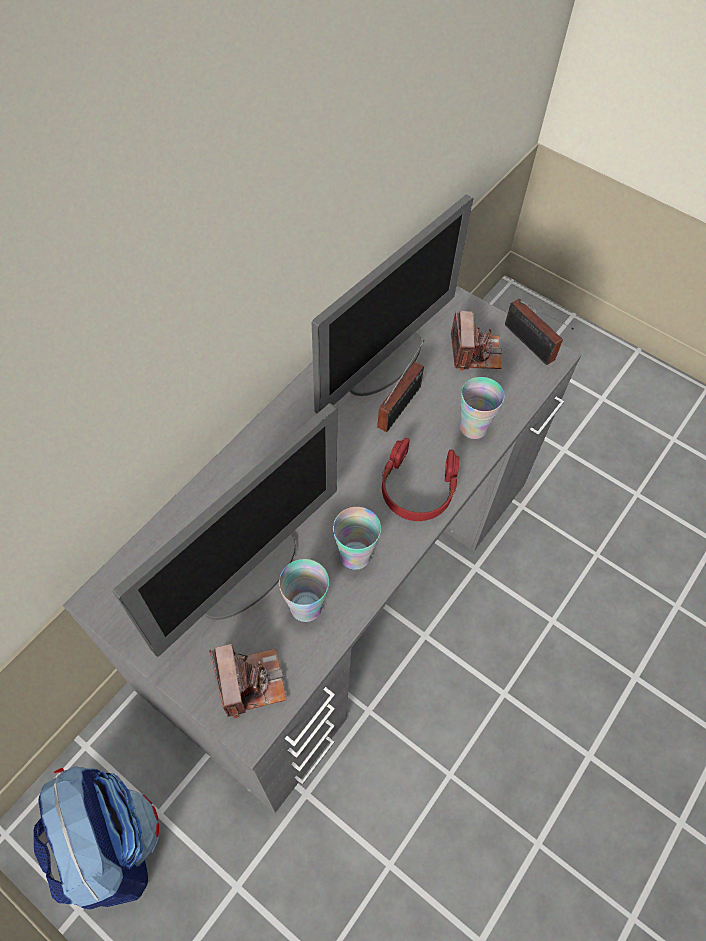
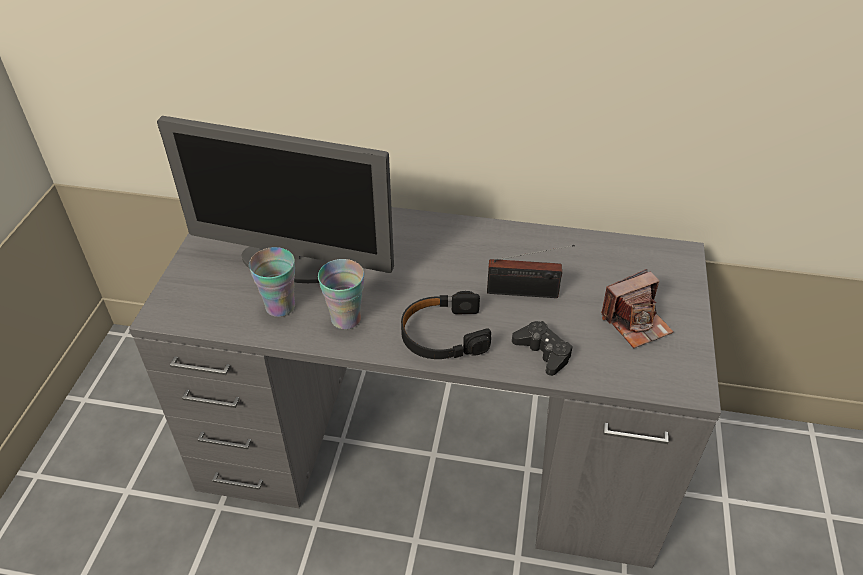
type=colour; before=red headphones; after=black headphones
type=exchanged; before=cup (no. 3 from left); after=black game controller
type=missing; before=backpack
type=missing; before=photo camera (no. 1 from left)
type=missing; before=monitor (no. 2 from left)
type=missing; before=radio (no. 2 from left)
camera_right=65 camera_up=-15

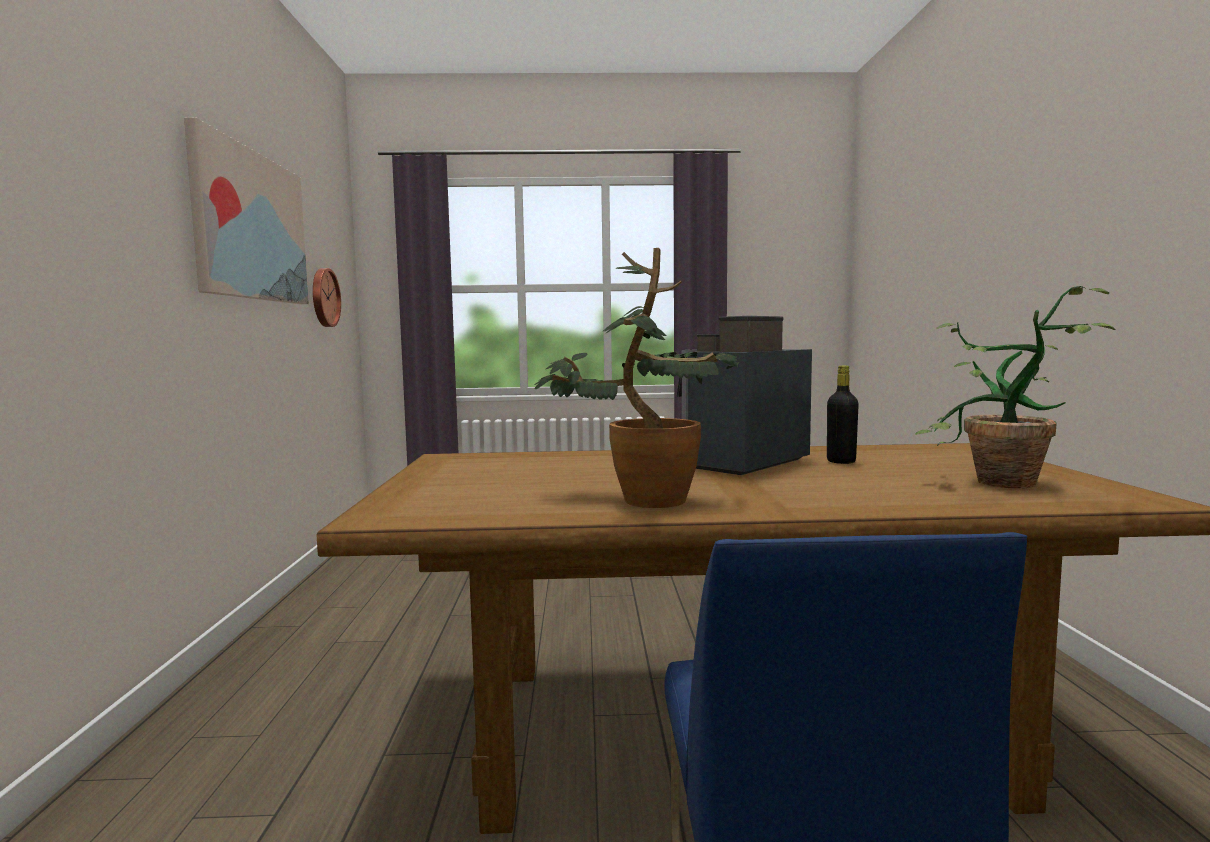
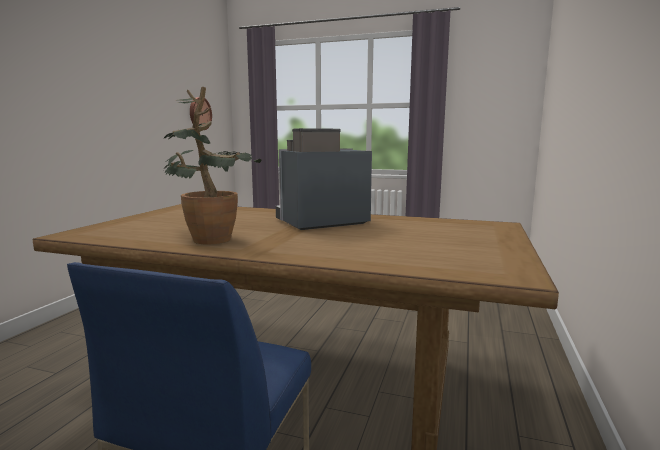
type=missing; before=picture
type=missing; before=black bottle
type=missing; before=potted plant (no. 2 from left)
camera_right=20 camera_up=5

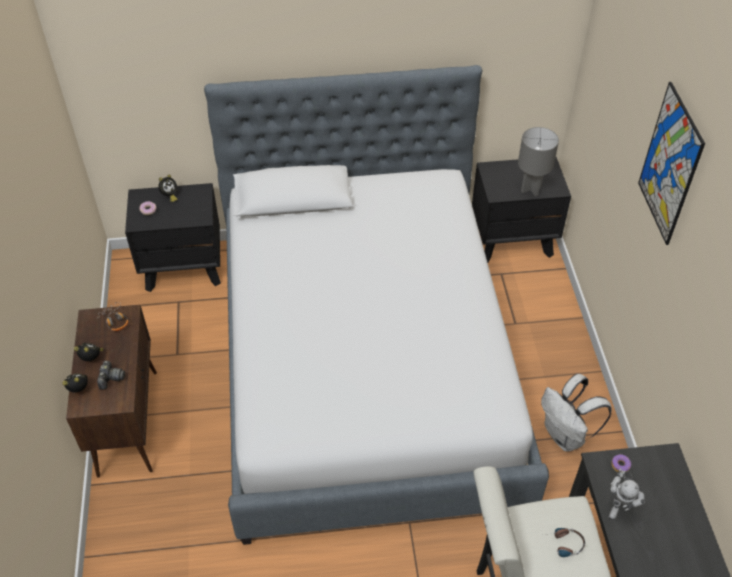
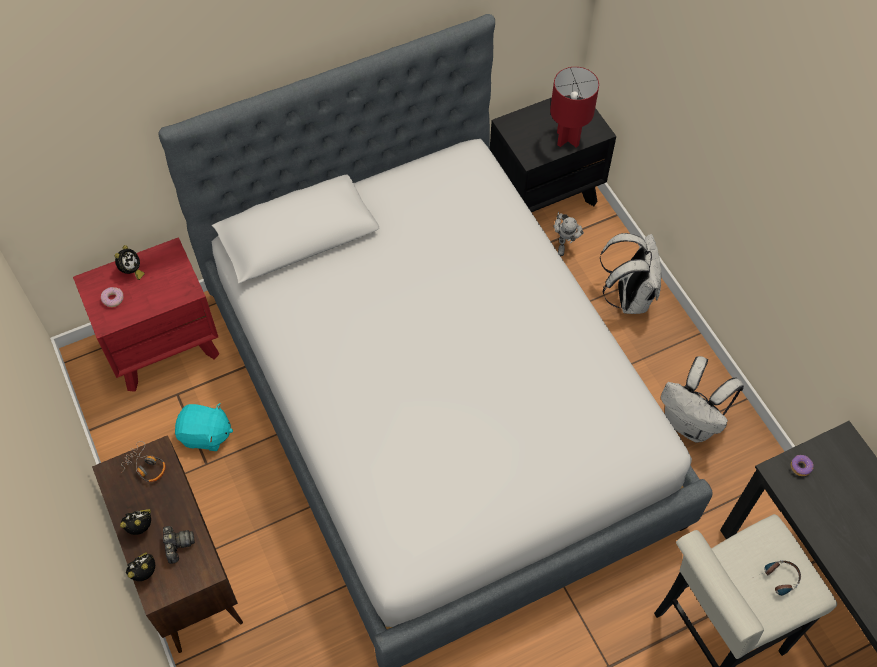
type=colour; before=black nightstand (no. 1 from left); after=red nightstand
type=appeared; after=turquoise plush toy
type=colour; before=grey table lamp; after=red table lamp
type=relocated; before=toy robot
type=appeared; after=white backpack (no. 1 from left)
type=missing; before=picture
camera_right=-20 camera_up=10

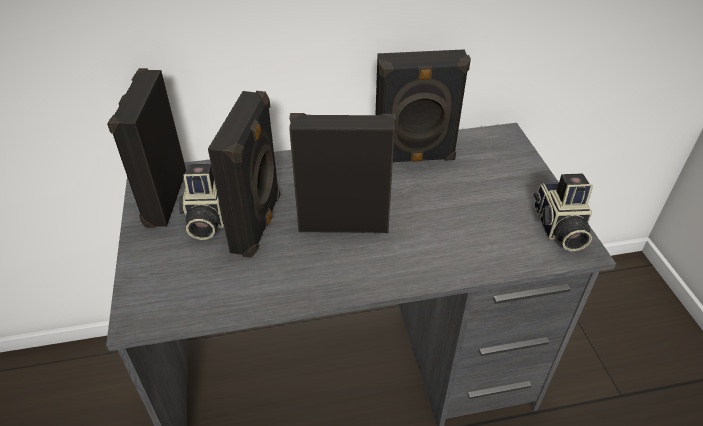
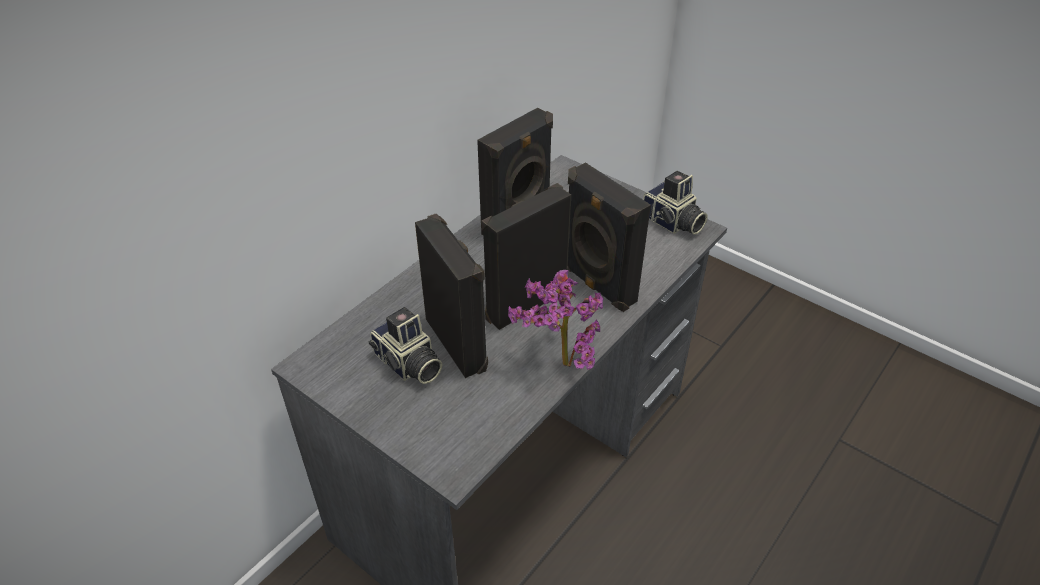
type=appeared; after=potted plant
type=relocated; before=black speaker (no. 1 from left in the first image); after=black speaker (no. 4 from left)
camera_right=-40 camera_up=0

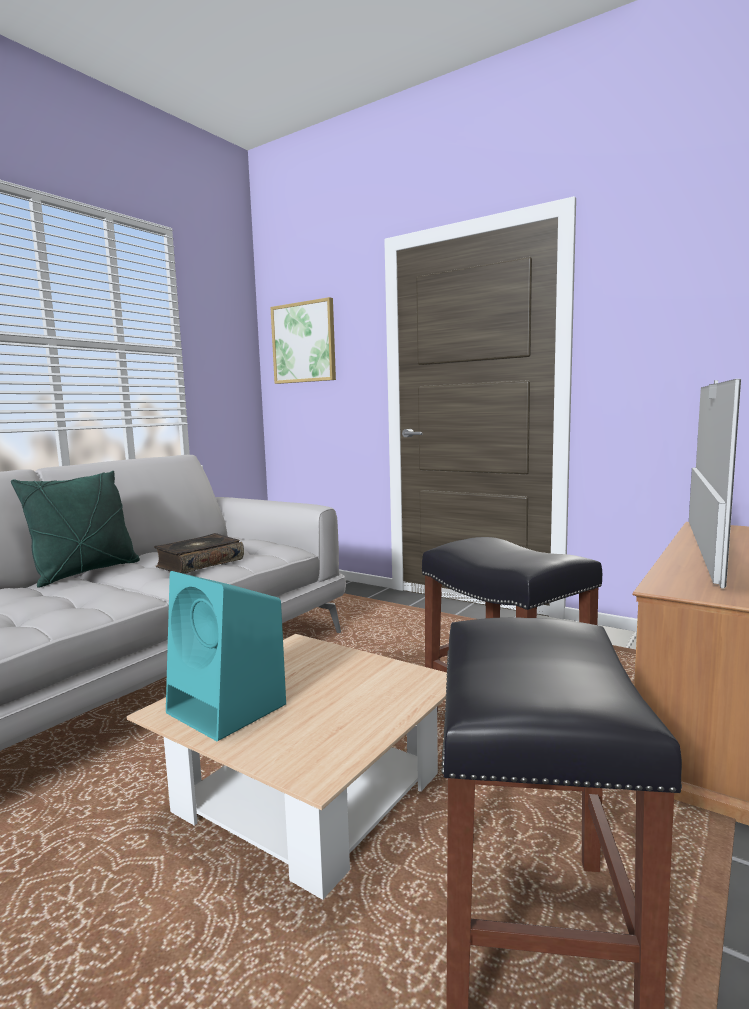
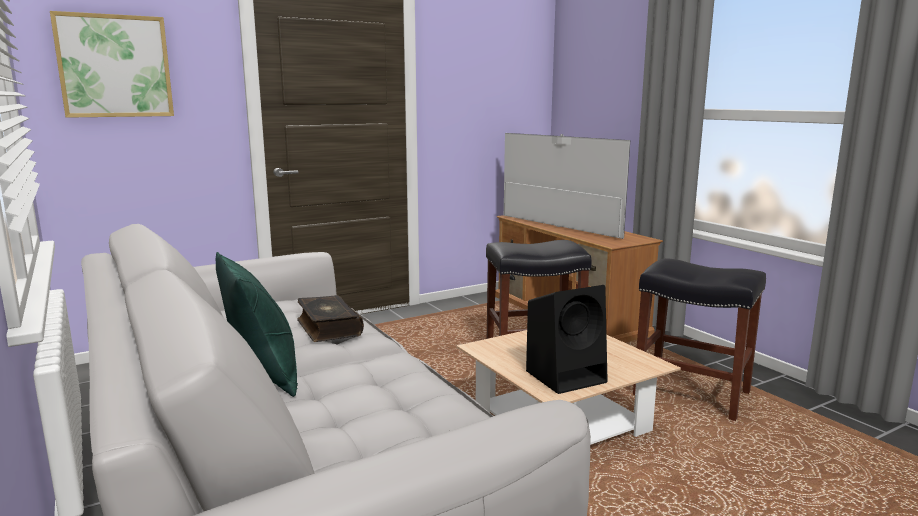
type=colour; before=turquoise speaker; after=black speaker
camera_right=-65 camera_up=5

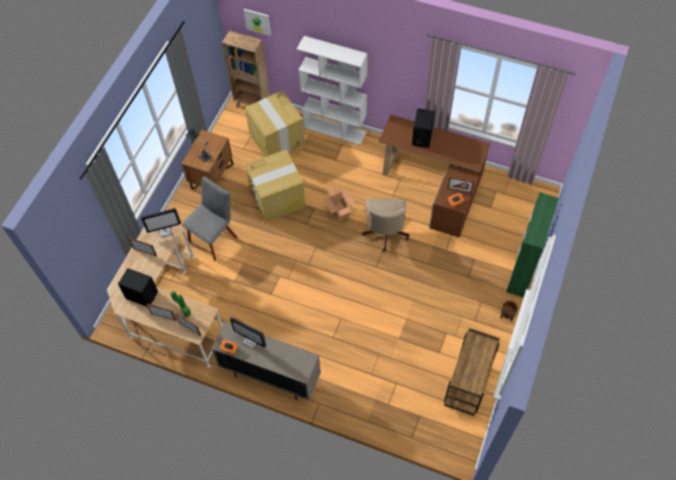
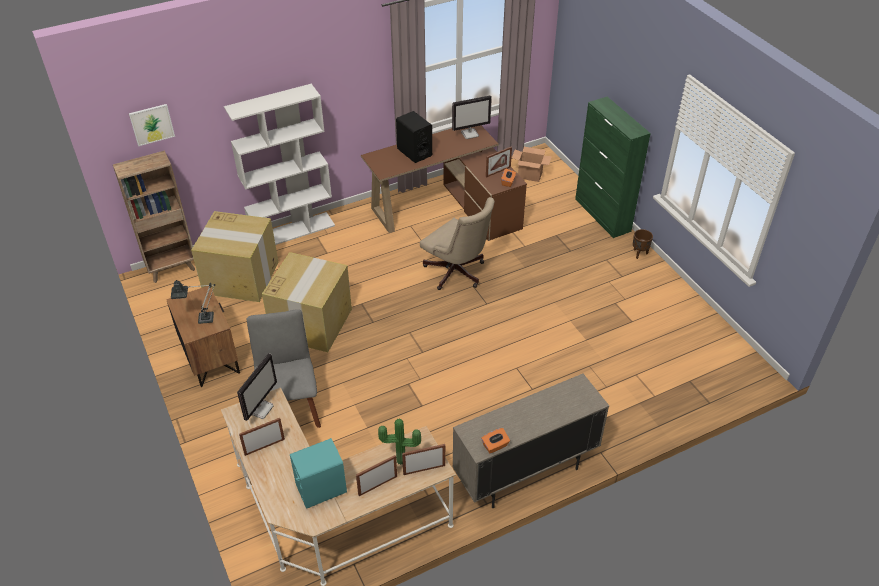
type=colour; before=black speaker (no. 1 from left); after=turquoise speaker
type=relocated; before=monitor (no. 2 from left)
type=relocated; before=cardboard box (no. 3 from left)
type=missing; before=brown cart
camera_right=-50 camera_up=-15

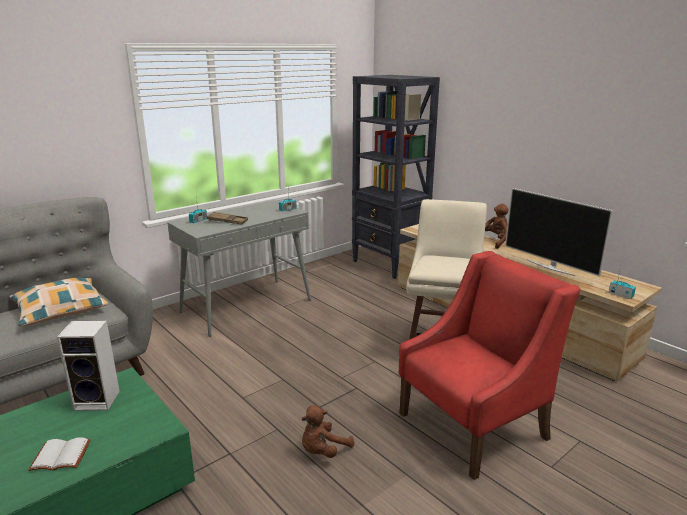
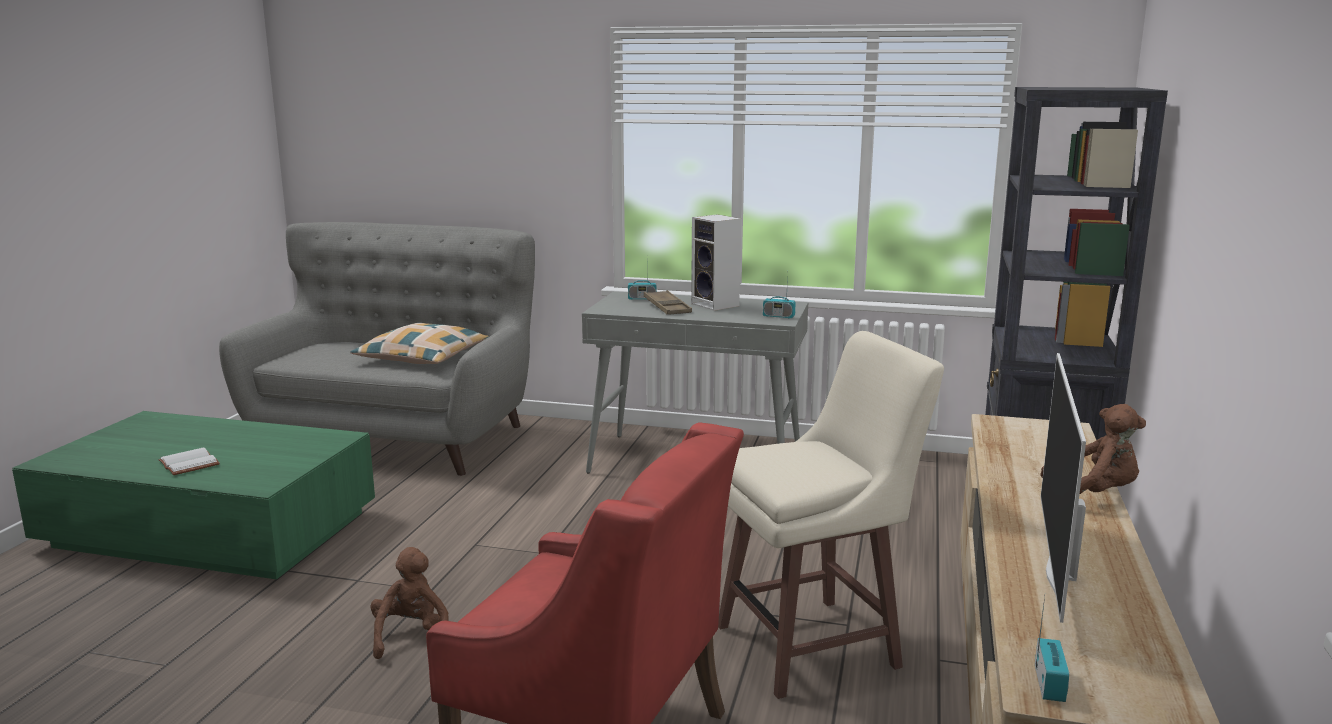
type=spun; before=brown plush toy (no. 1 from left); turn=75
type=relocated; before=speaker
camera_right=55 camera_up=-5

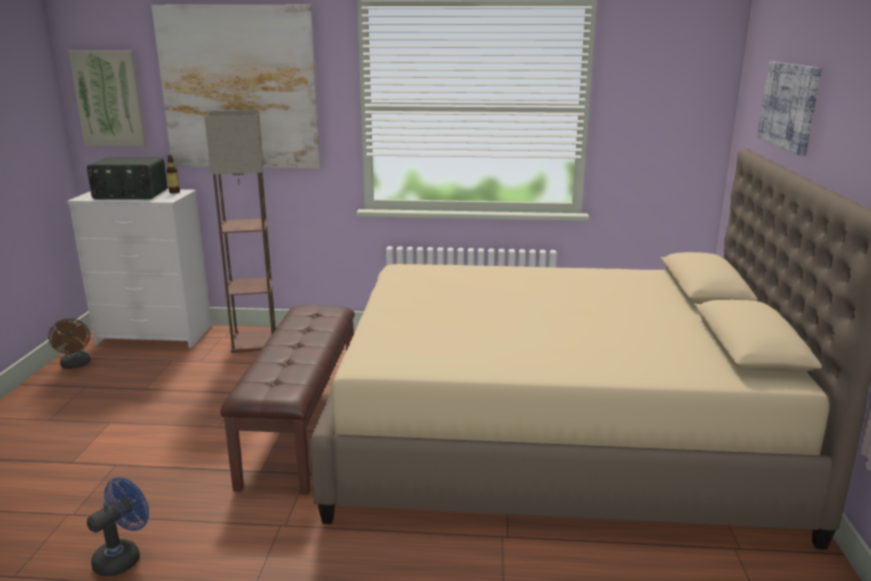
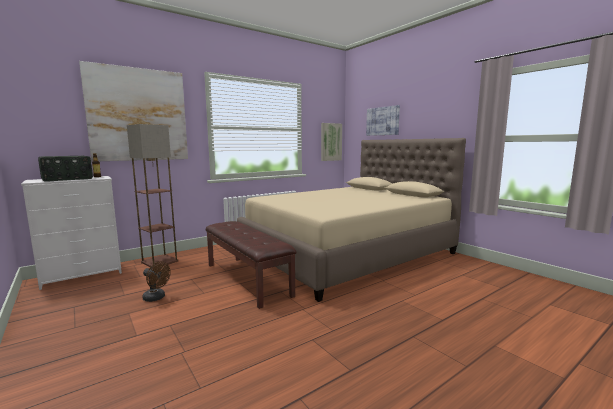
type=relocated; before=brown fan
type=relocated; before=picture (no. 1 from left in the first image); after=picture (no. 2 from left)
type=missing; before=blue fan
camera_right=-40 camera_up=-10

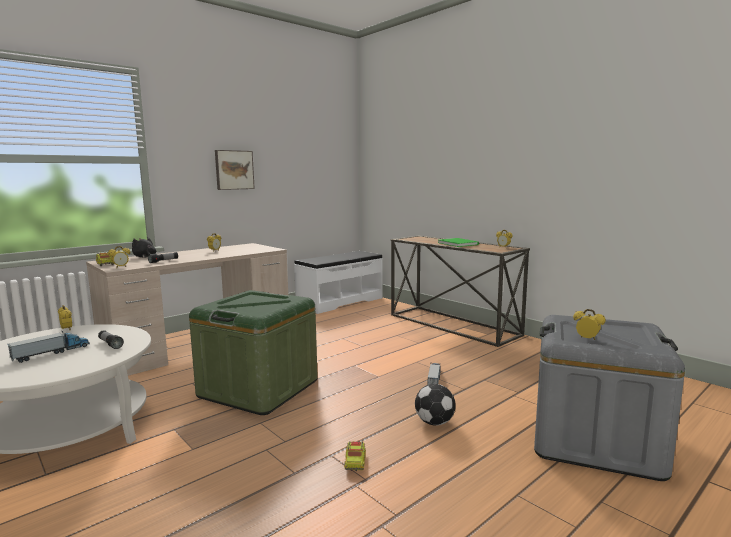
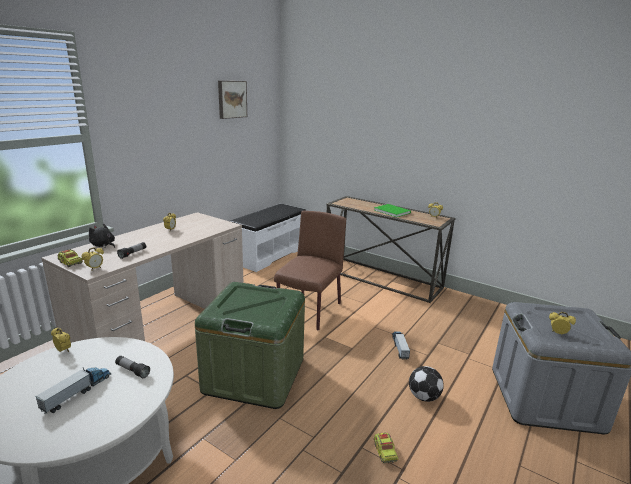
type=relocated; before=picture
type=appeared; after=brown chair
camera_right=-15 camera_up=10

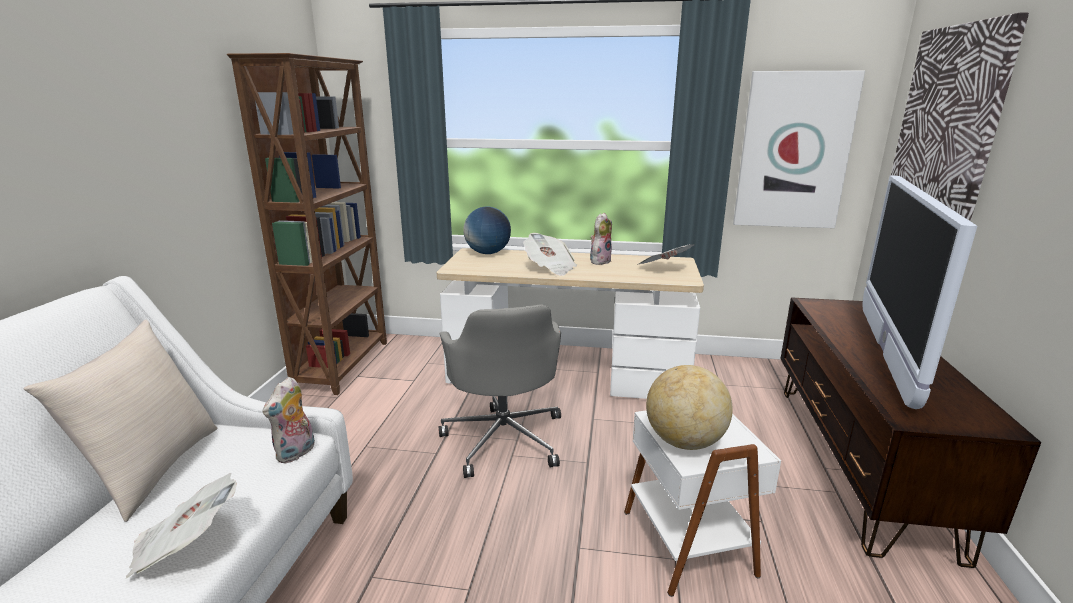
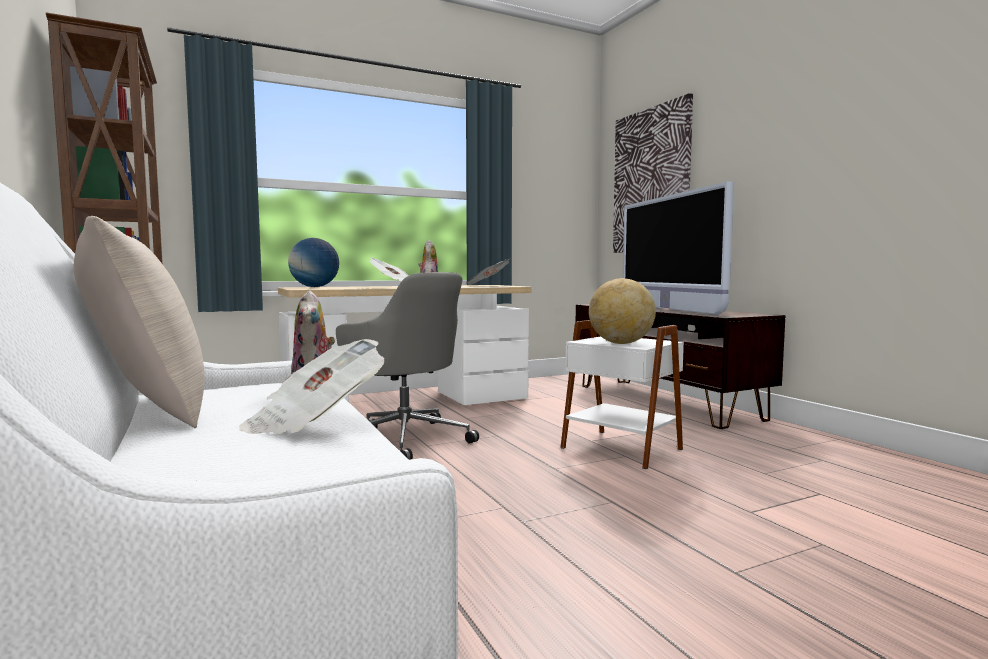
type=missing; before=picture (no. 1 from left)
camera_right=-35 camera_up=-15

